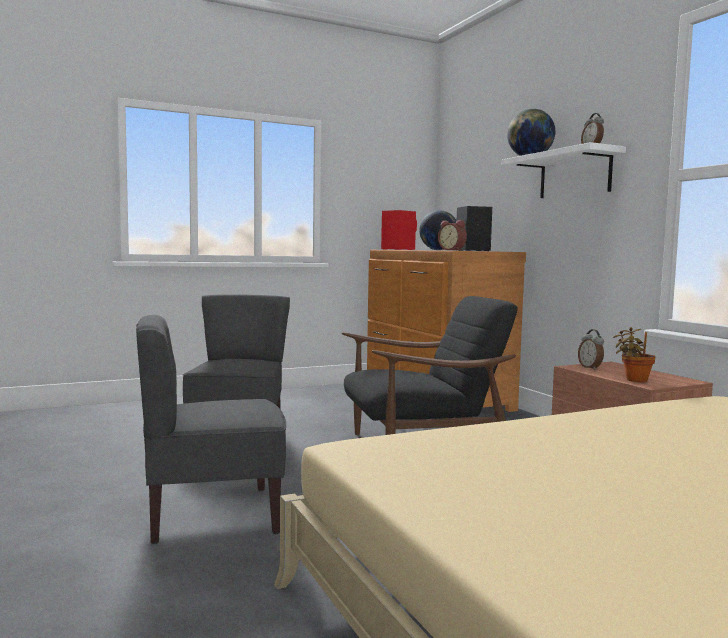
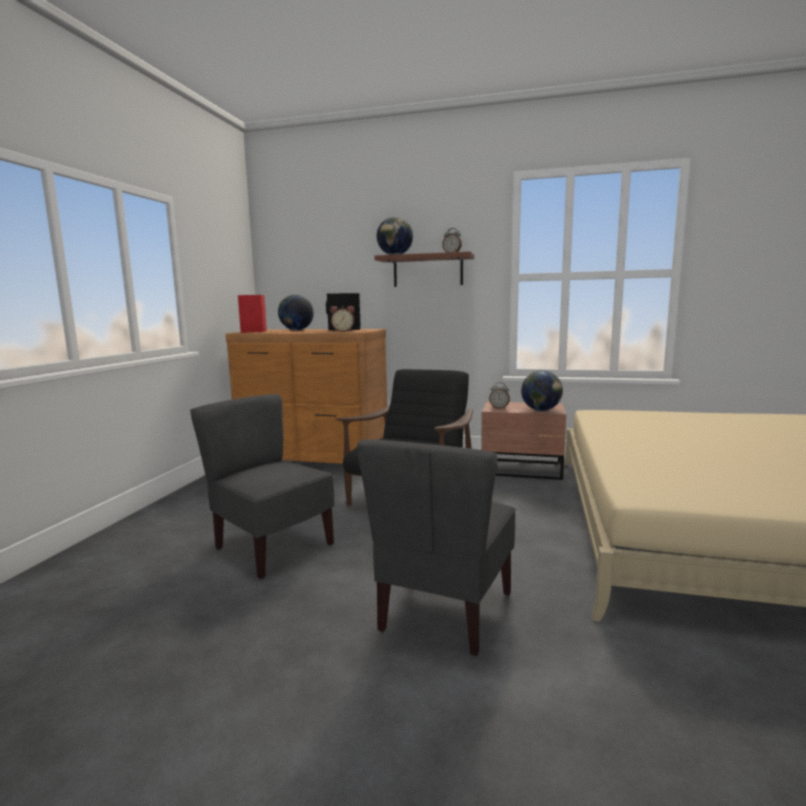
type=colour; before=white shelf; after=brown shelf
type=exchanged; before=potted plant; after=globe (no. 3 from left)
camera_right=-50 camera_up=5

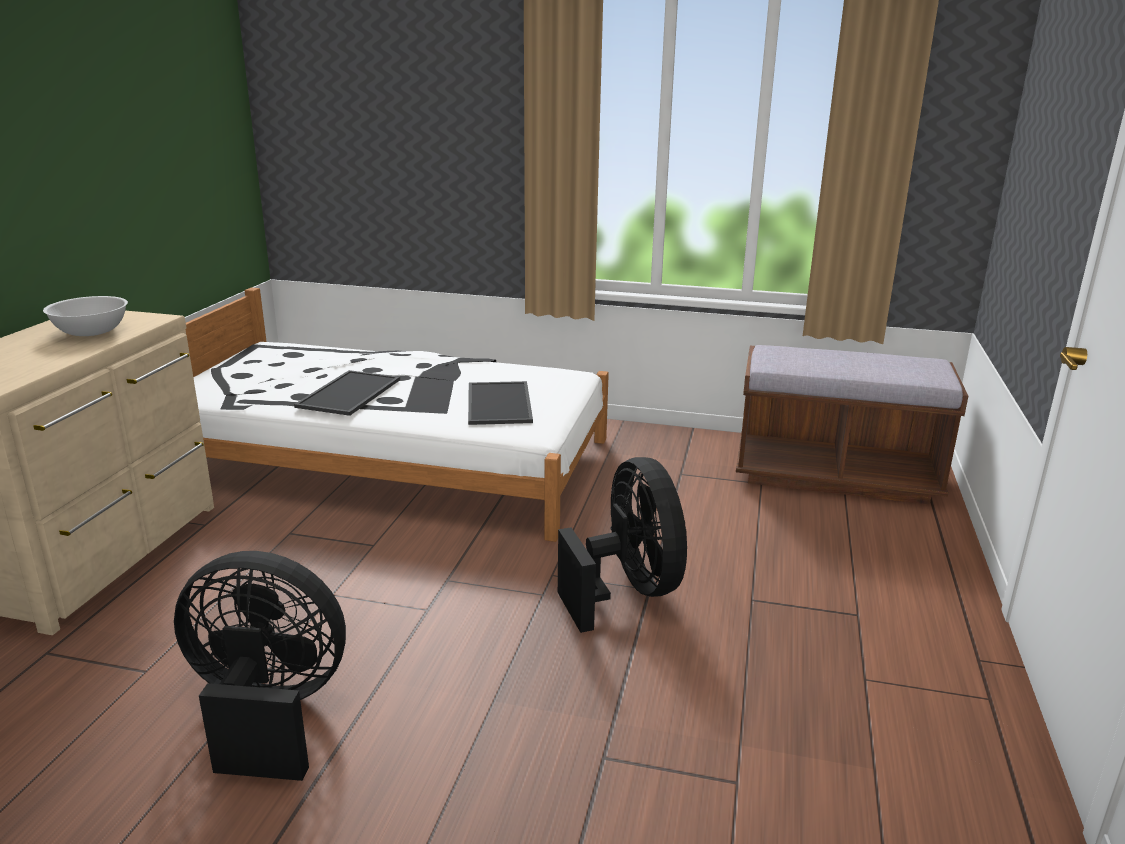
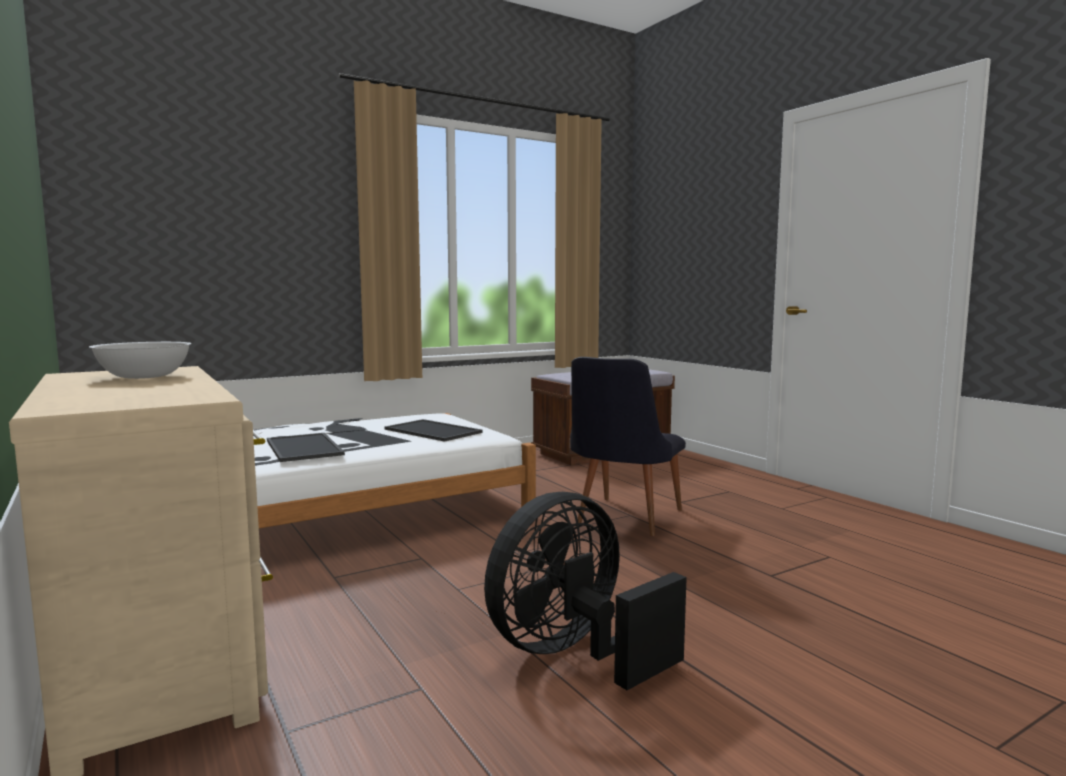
type=exchanged; before=black fan (no. 2 from left); after=black chair
camera_right=-45 camera_up=-15

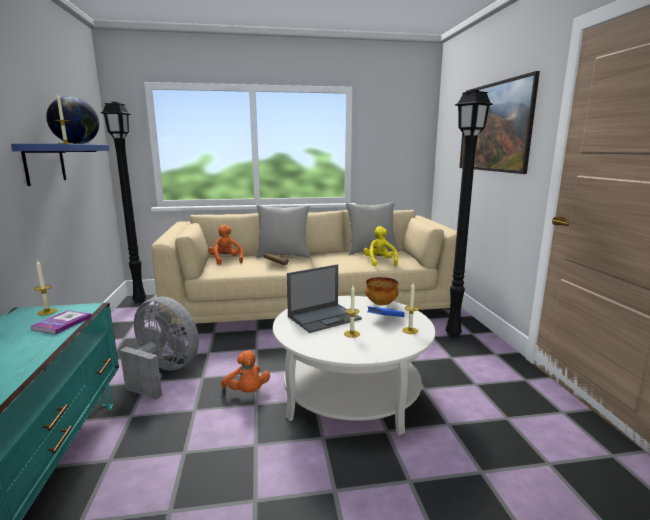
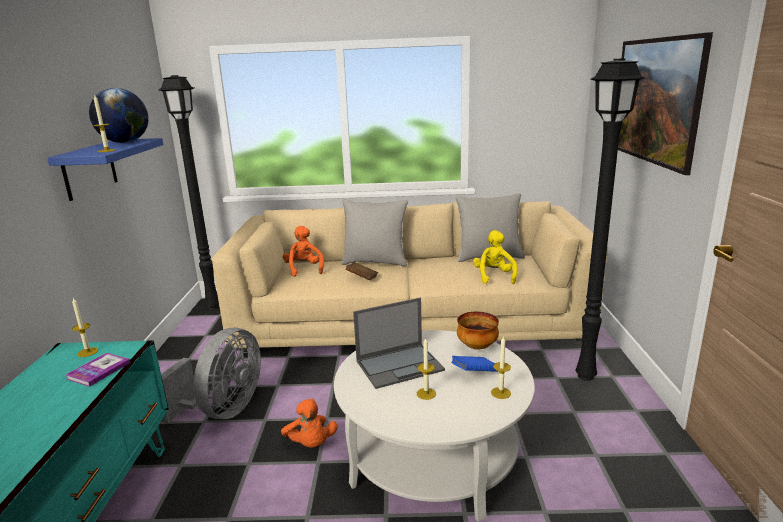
type=spun; before=grey fan; turn=75
camera_right=10 camera_up=5

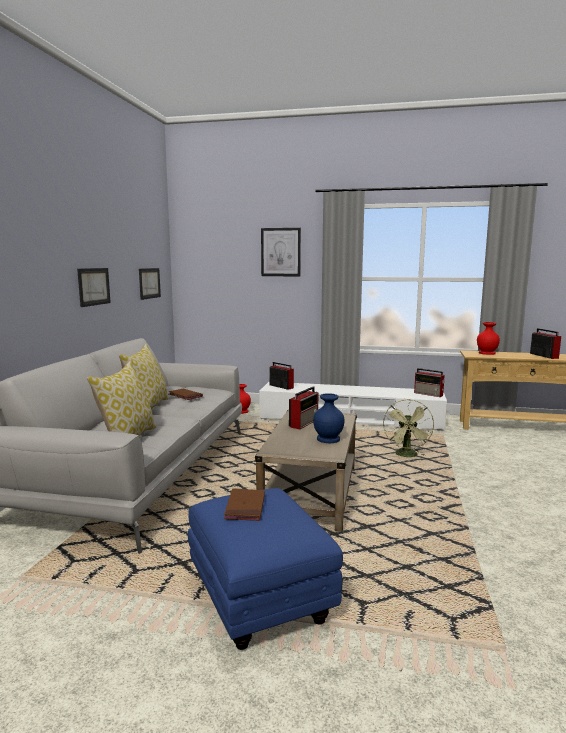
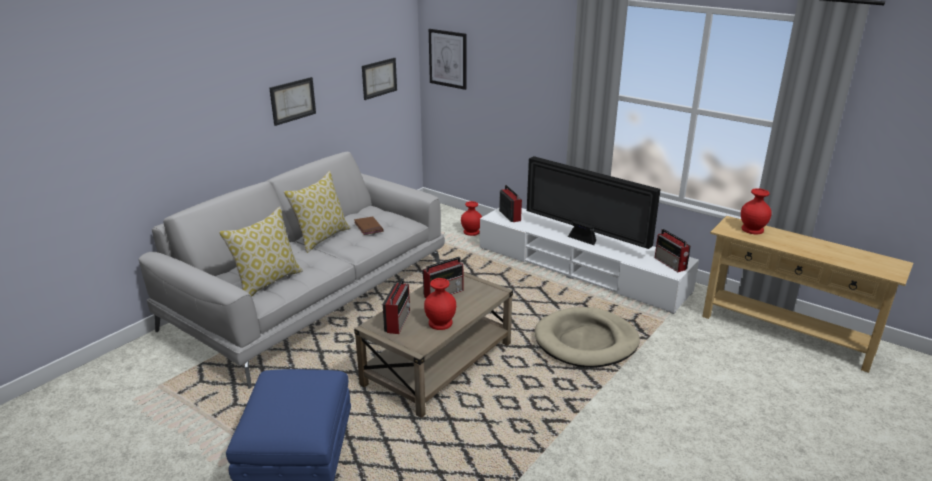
type=relocated; before=radio (no. 4 from left in the first image); after=radio (no. 1 from left)
type=colour; before=blue vase; after=red vase (no. 1 from left)
type=relocated; before=picture (no. 3 from left)
type=appeared; after=television
type=exchanged; before=green fan; after=beige dog bed
type=missing; before=brown book (no. 2 from left)
camera_right=25 camera_up=15

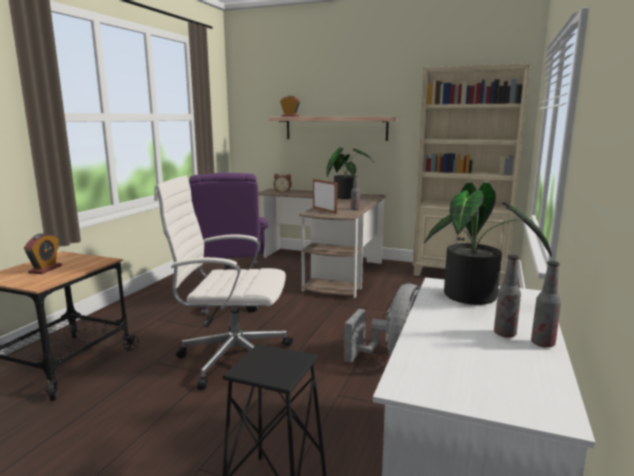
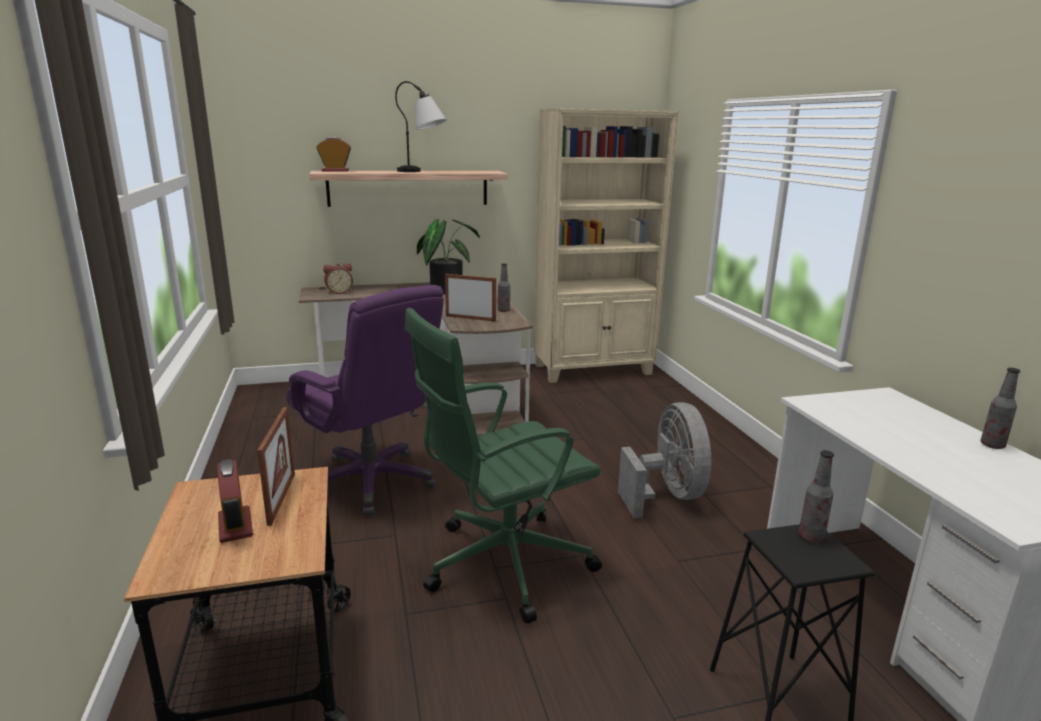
type=appeared; after=picture frame (no. 1 from left)
type=appeared; after=table lamp
type=colour; before=white office chair; after=green office chair
type=relocated; before=bottle (no. 2 from left)
type=missing; before=potted plant (no. 2 from left)
camera_right=-35 camera_up=5

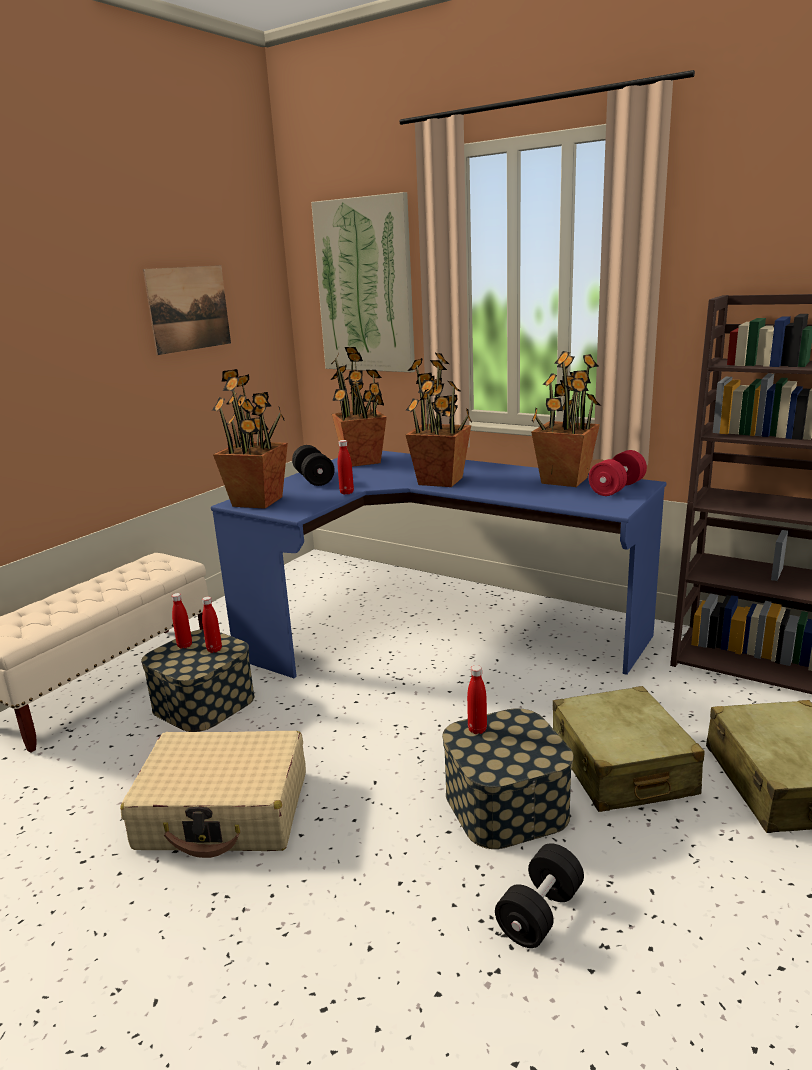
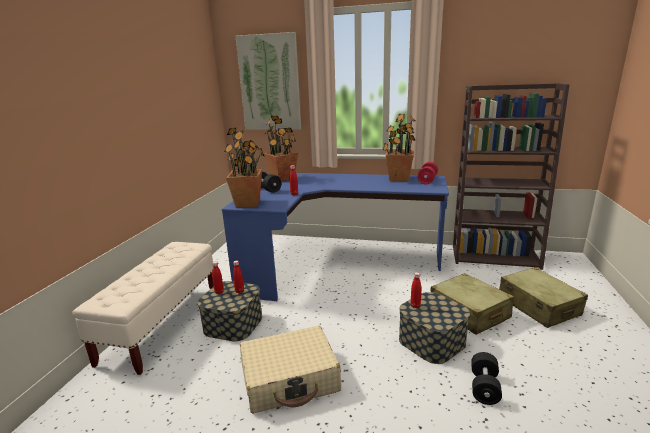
type=missing; before=picture (no. 1 from left)
type=missing; before=potted plant (no. 3 from left)
camera_right=-20 camera_up=0

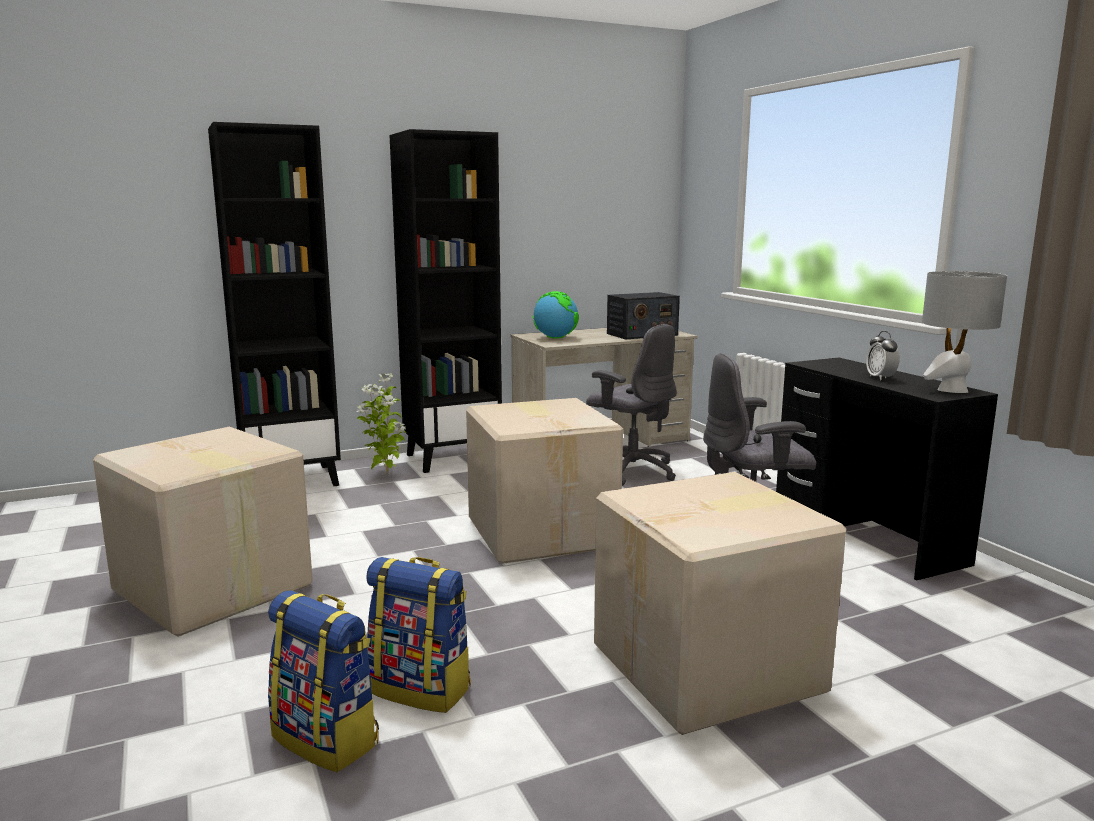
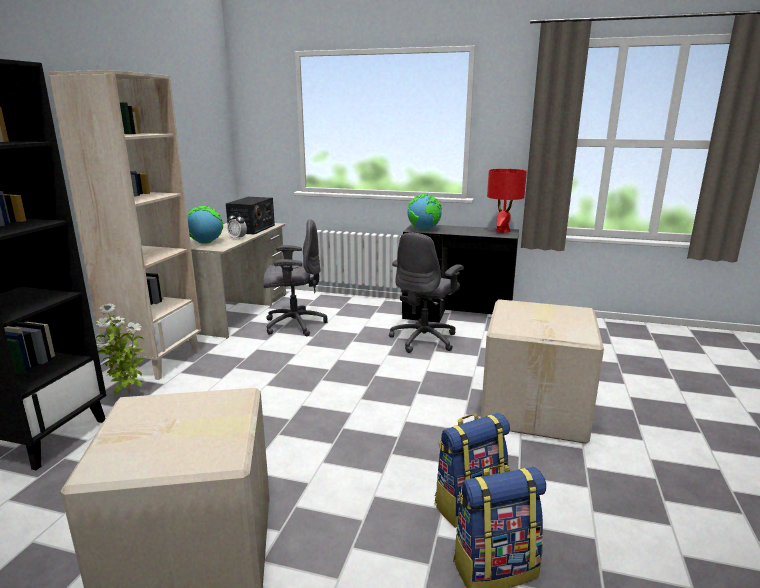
type=colour; before=black bookcase (no. 2 from left); after=beige bookcase
type=relocated; before=alarm clock
type=appeared; after=globe (no. 2 from left)
type=colour; before=grey table lamp; after=red table lamp
type=missing; before=cardboard box (no. 2 from left)
camera_right=-50 camera_up=5

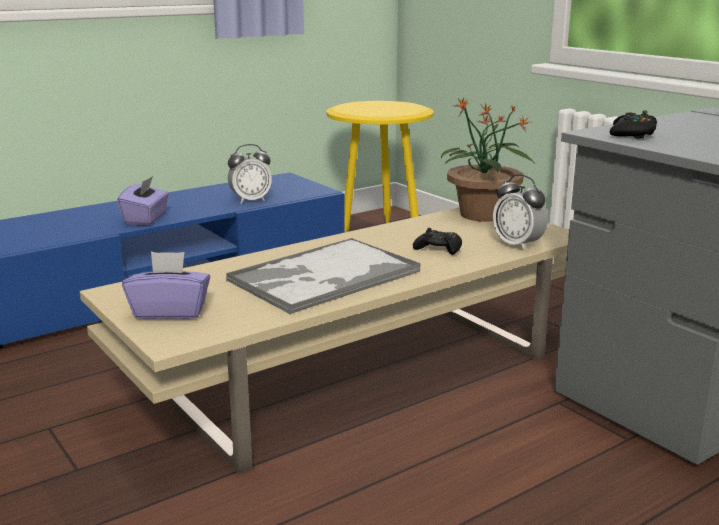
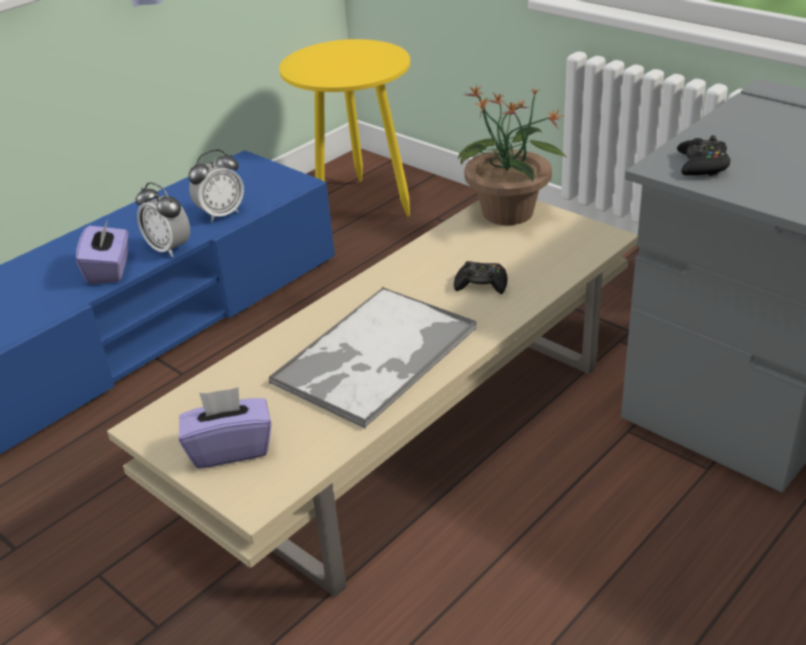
type=relocated; before=alarm clock (no. 2 from left in the first image); after=alarm clock (no. 1 from left)
camera_right=-10 camera_up=15

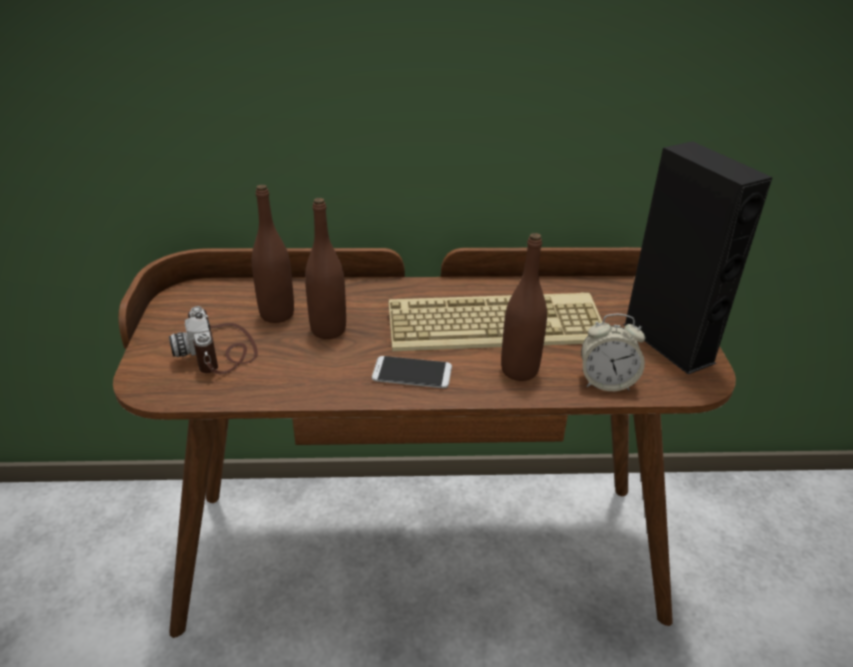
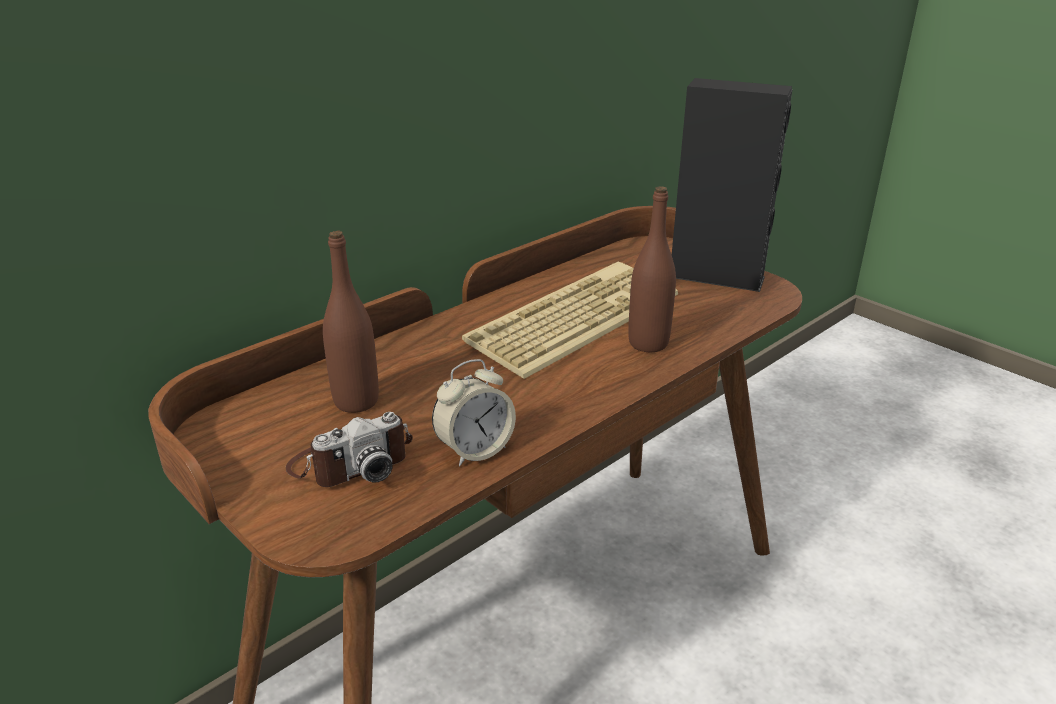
type=spun; before=photo camera; turn=-60
type=relocated; before=alarm clock
type=missing; before=brown bottle (no. 2 from left)
type=missing; before=phone
camera_right=-40 camera_up=-5

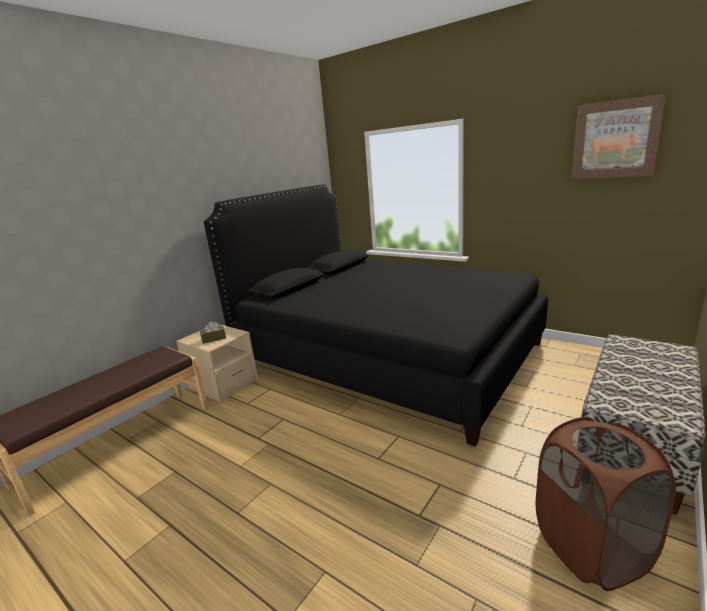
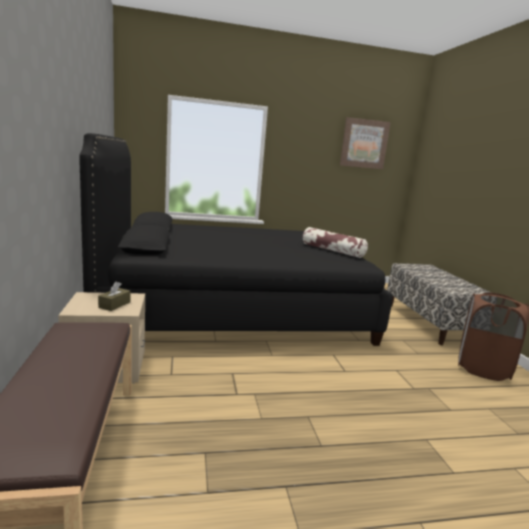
type=appeared; after=pillow
camera_right=-50 camera_up=-5

